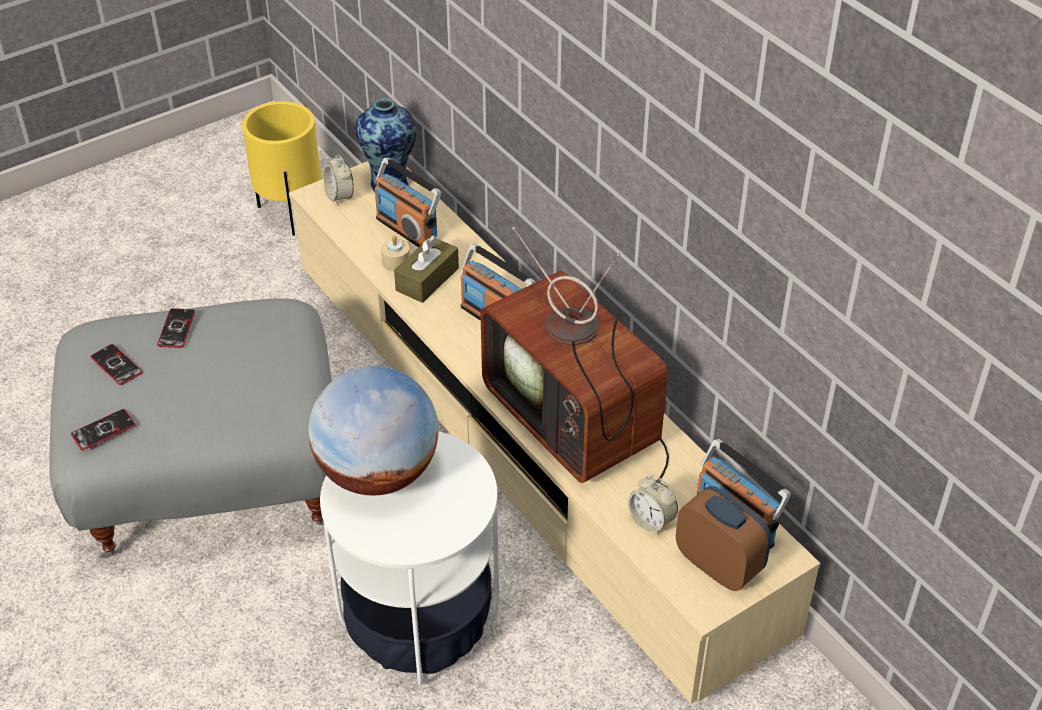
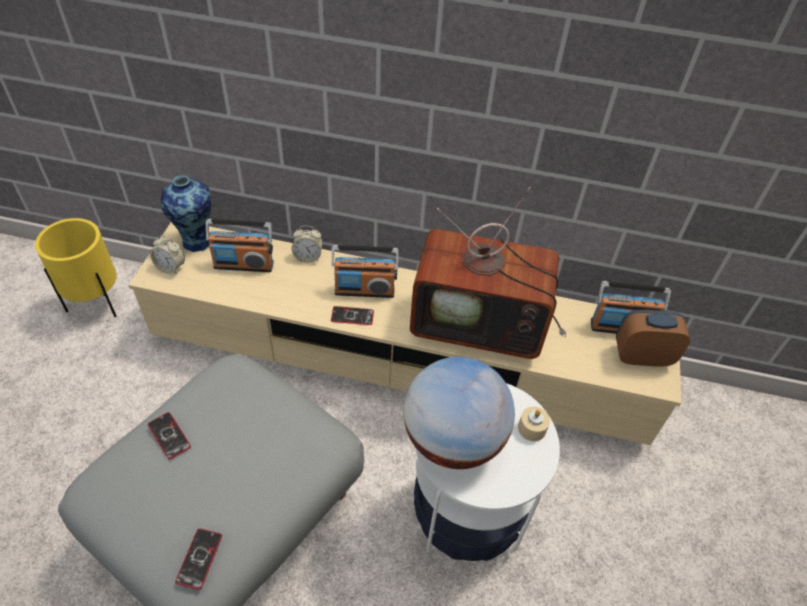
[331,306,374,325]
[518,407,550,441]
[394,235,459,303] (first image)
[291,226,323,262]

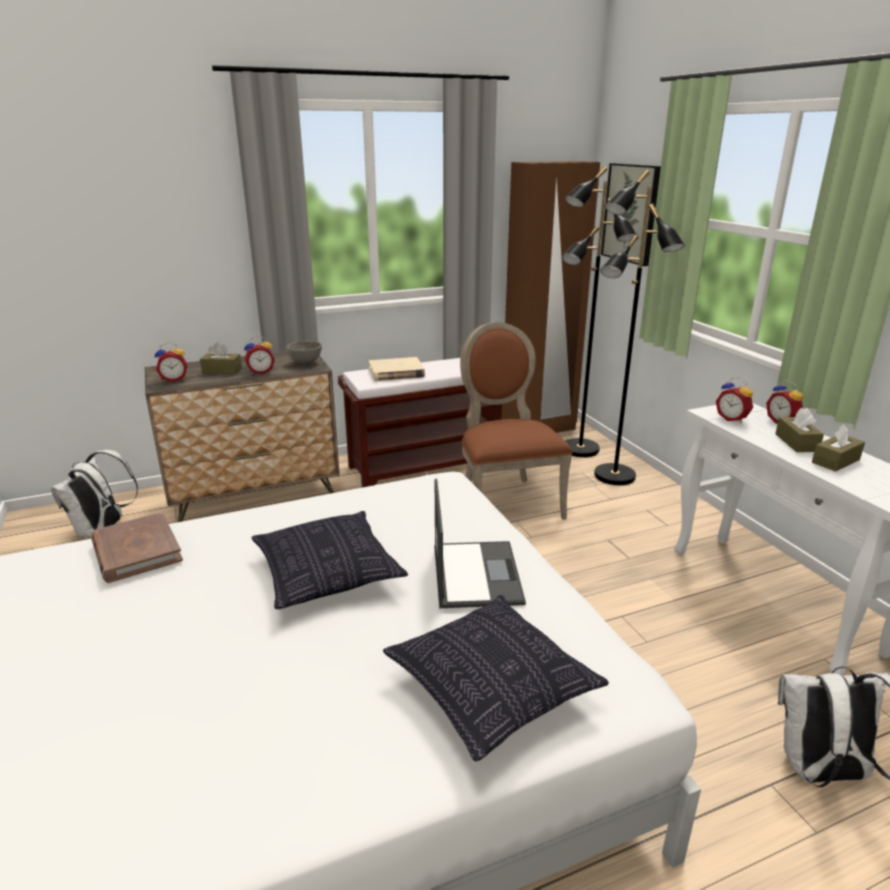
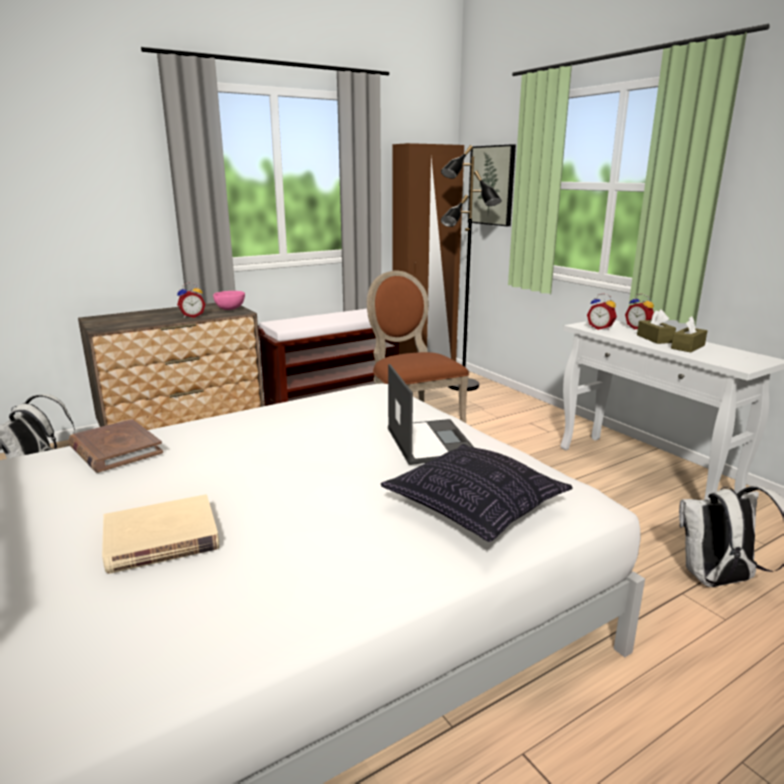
[155,343,187,382] (first image)
[200,342,242,374] (first image)
[252,511,408,609] (first image)
[213,291,245,310]
[102,494,220,574]
[594,169,685,485] (first image)

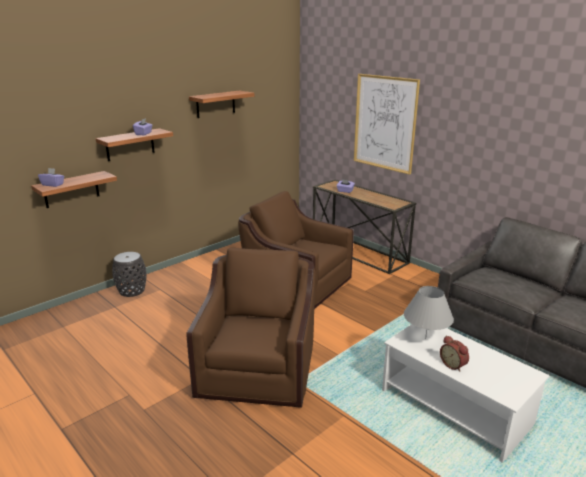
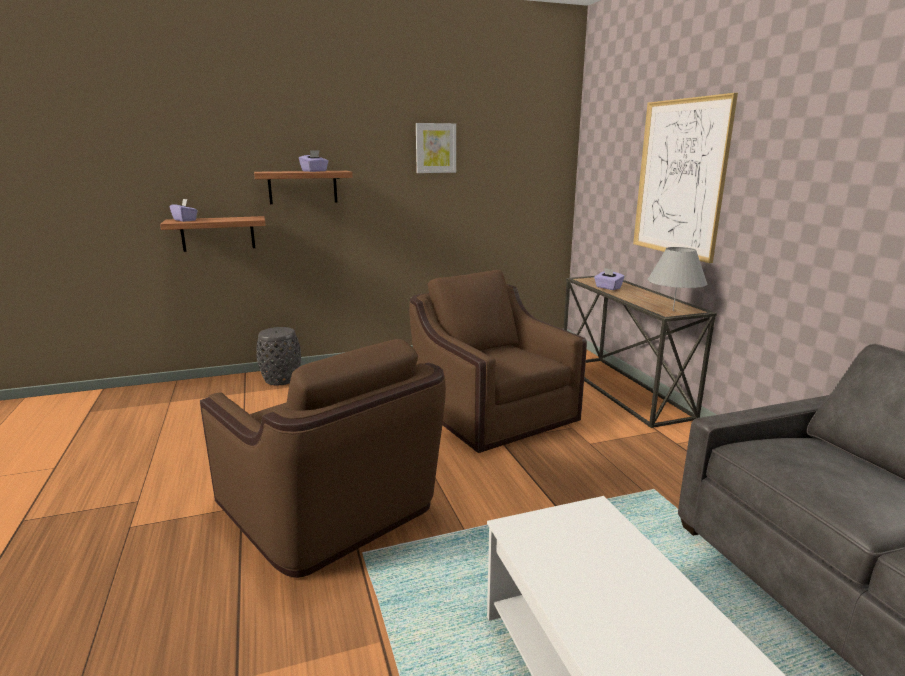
[200,339,446,578]
[416,123,456,173]
[648,247,707,311]
[440,335,469,372] (first image)

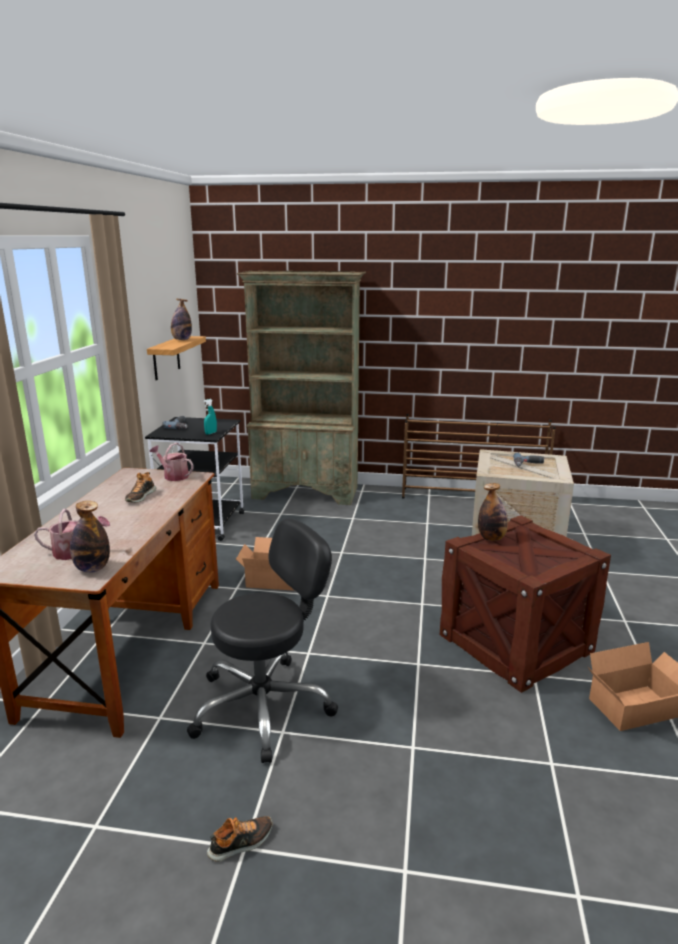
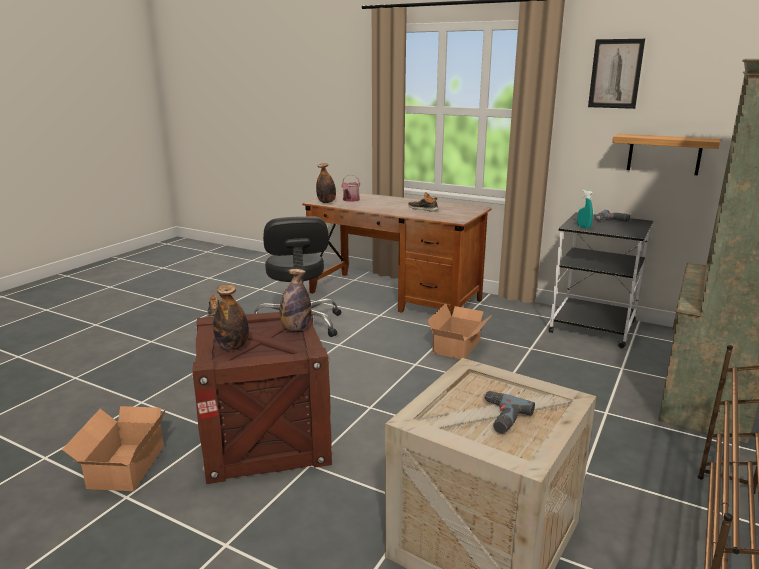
[150,443,193,481] (first image)
[213,284,249,350]
[588,39,645,109]

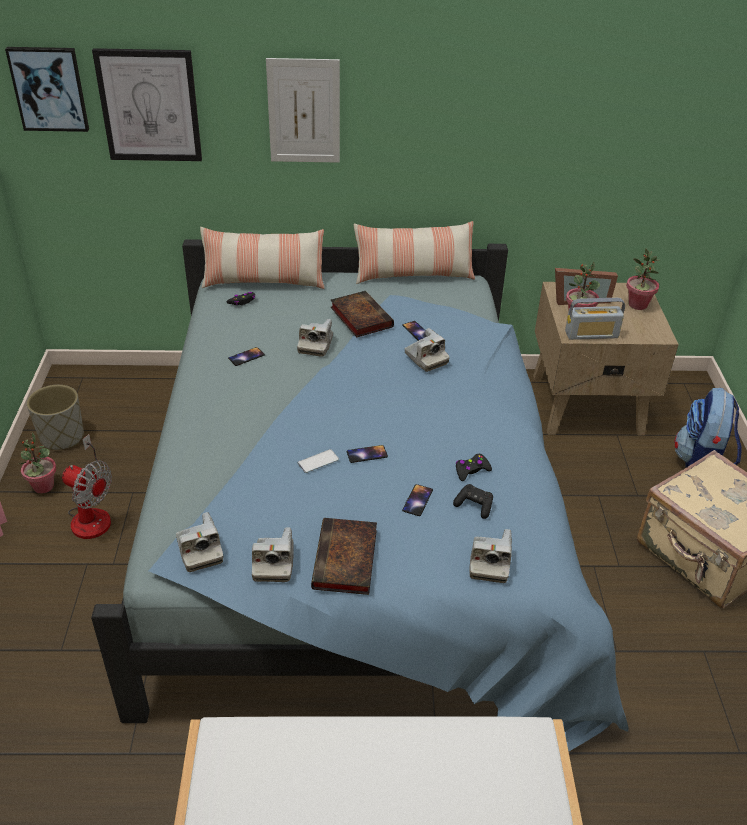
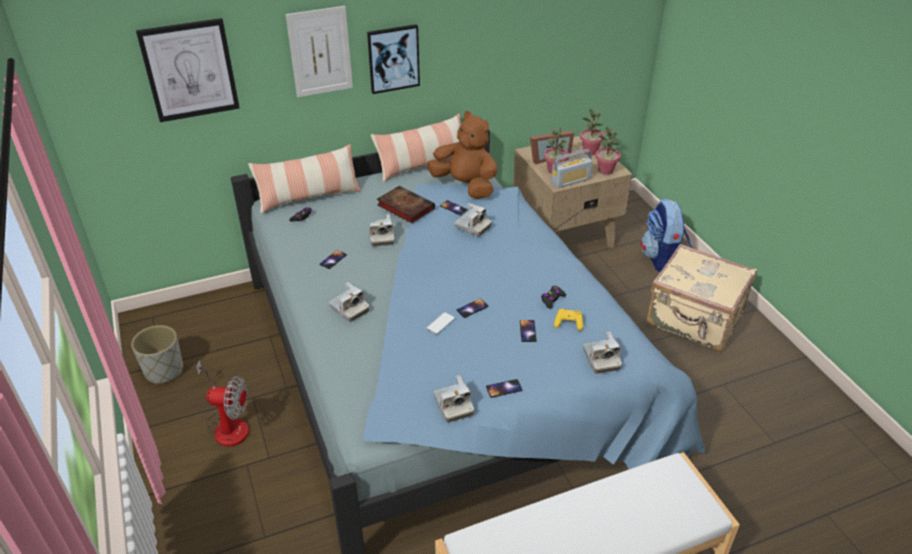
[367,24,420,94]
[595,126,621,175]
[329,282,369,322]
[486,379,522,398]
[554,309,583,331]
[427,111,498,199]

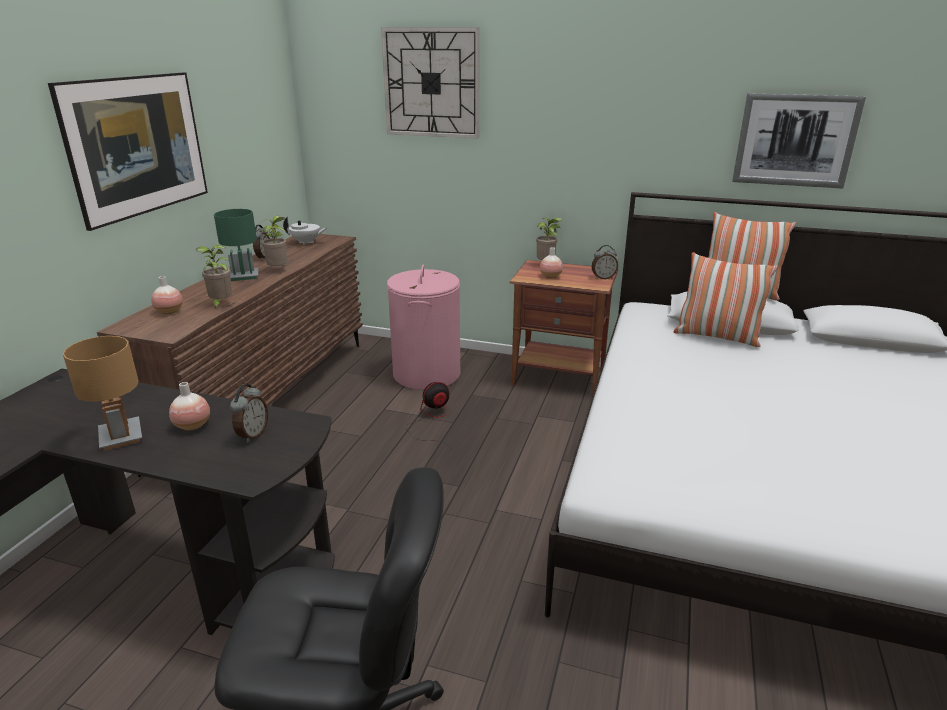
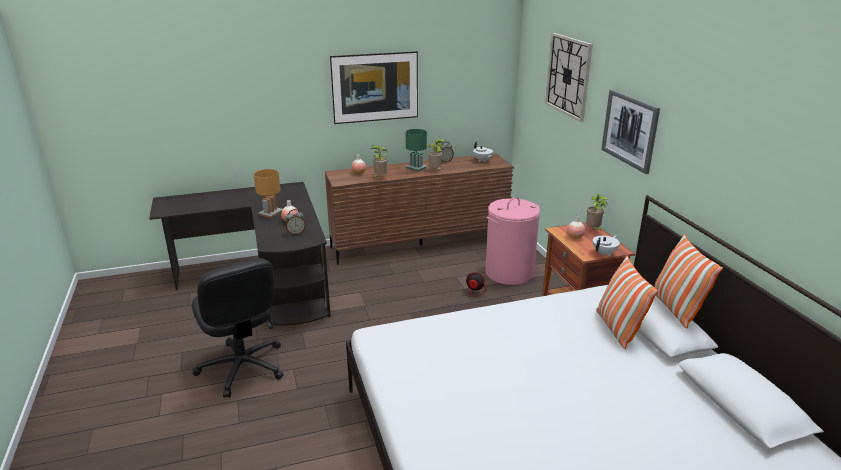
[593,235,620,256]
[601,89,660,174]

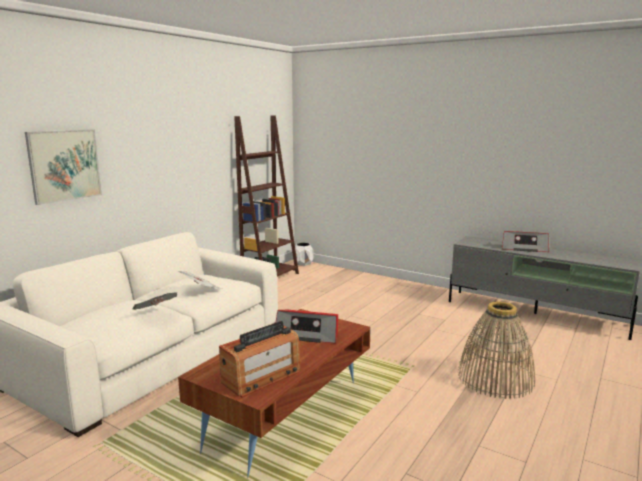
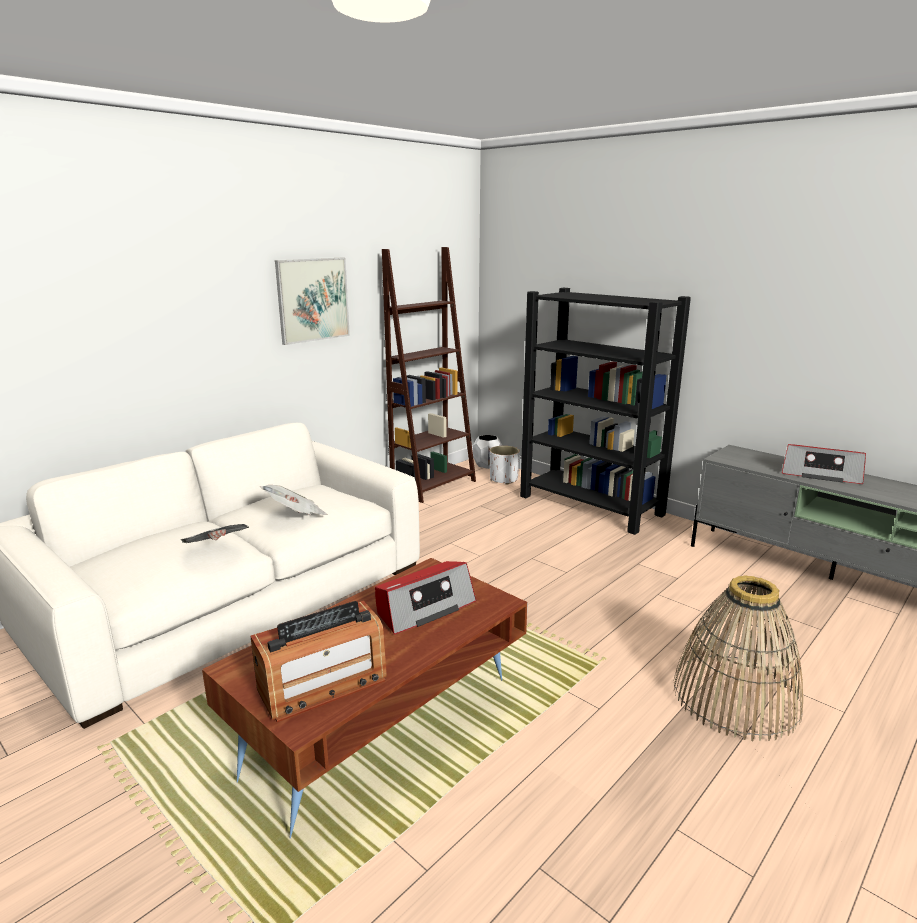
[275,258,350,345]
[375,561,476,634]
[490,446,520,485]
[520,288,691,535]

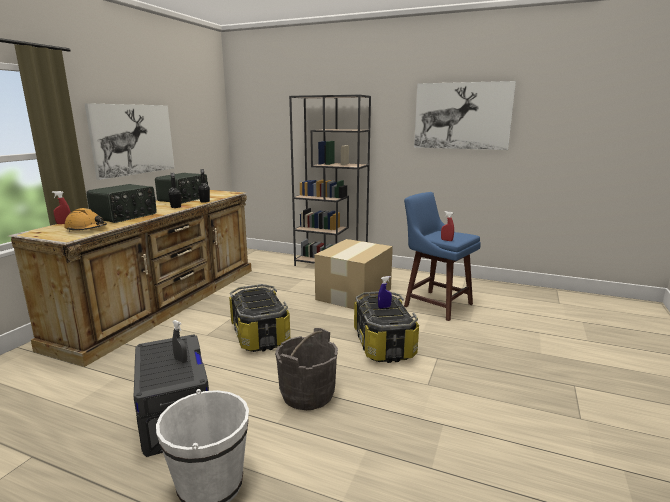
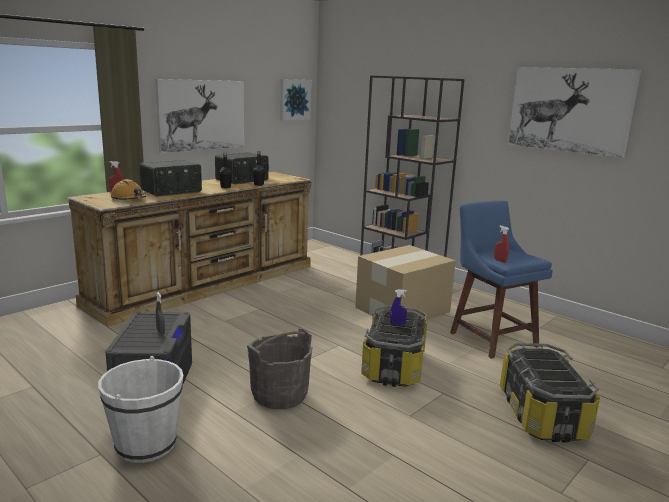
[500,343,600,442]
[280,79,312,120]

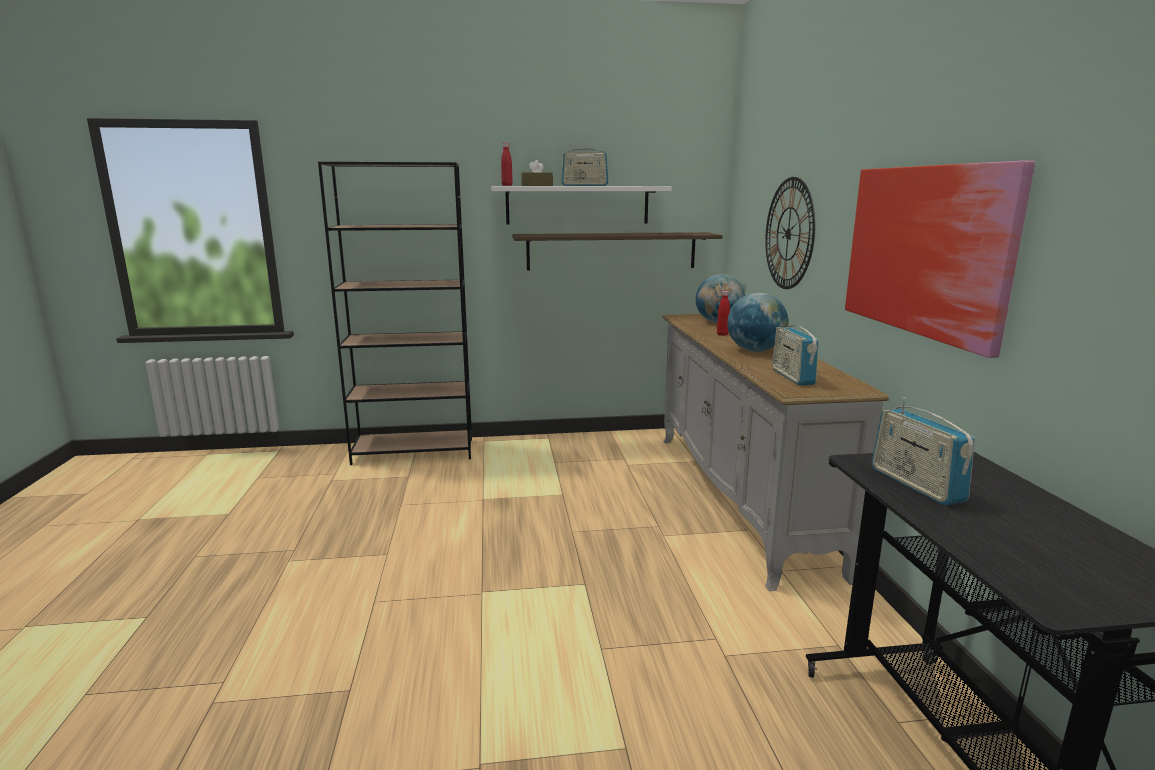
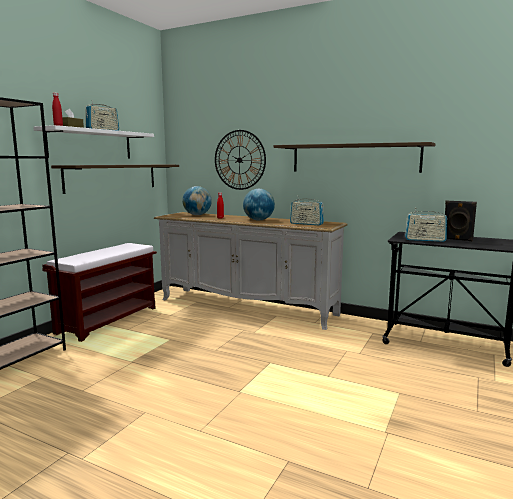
[273,142,435,173]
[42,243,157,342]
[445,201,477,241]

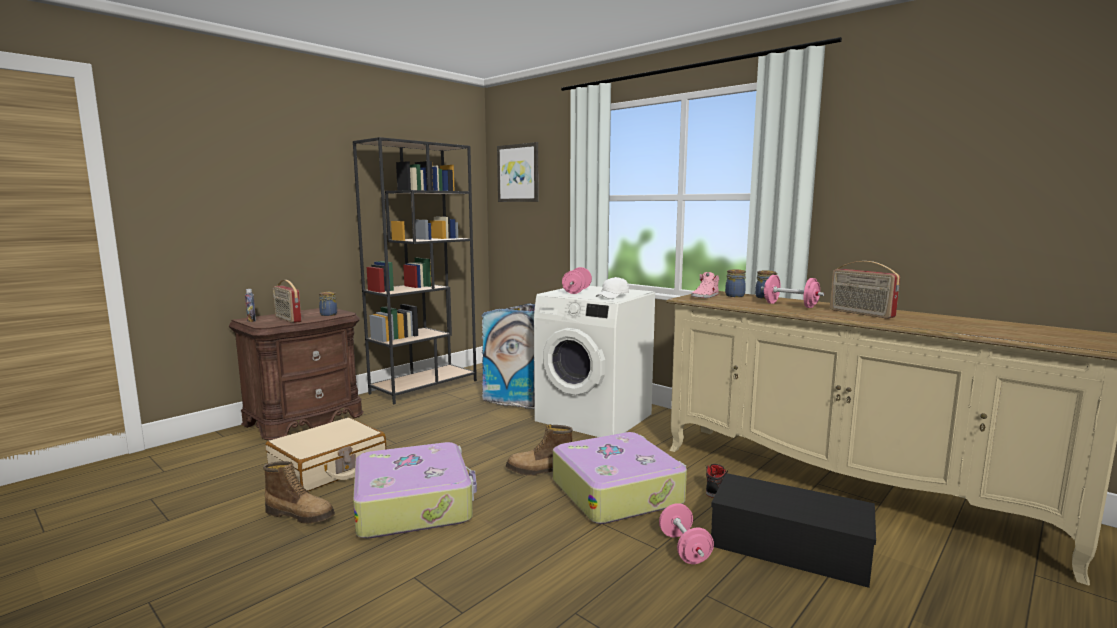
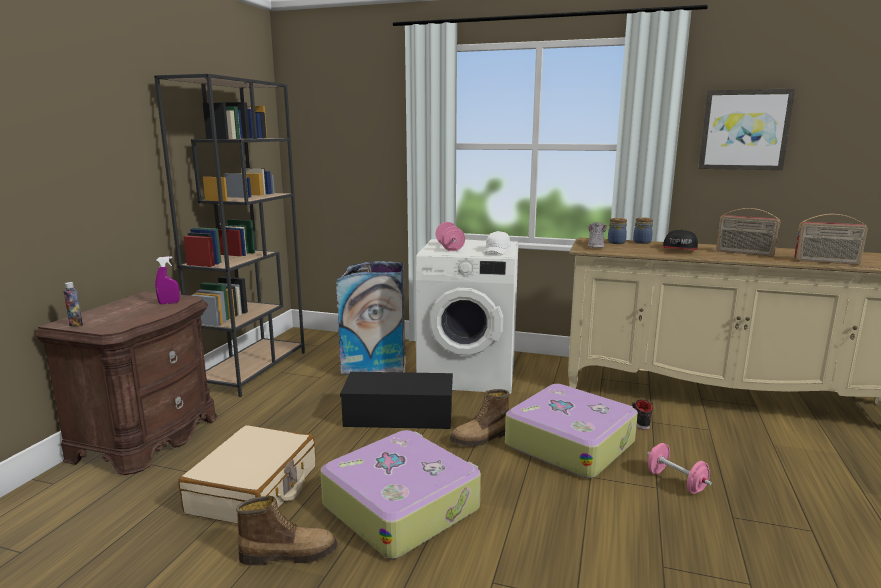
[794,214,868,265]
[155,256,180,304]
[698,89,795,170]
[588,222,607,248]
[340,372,453,429]
[663,229,698,250]

